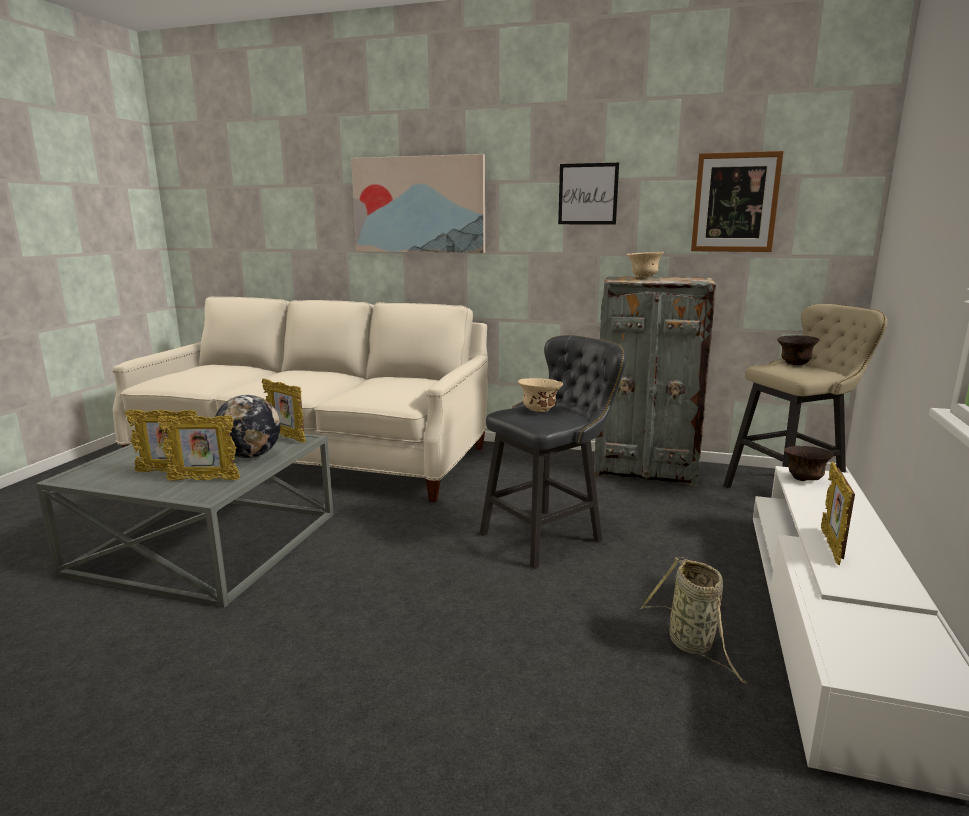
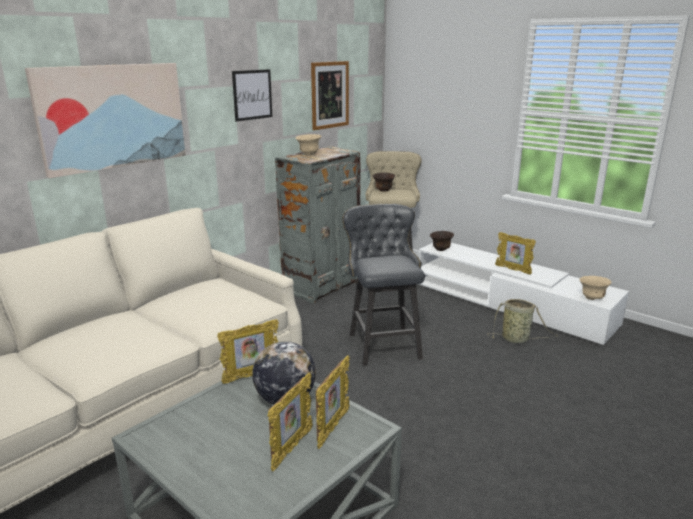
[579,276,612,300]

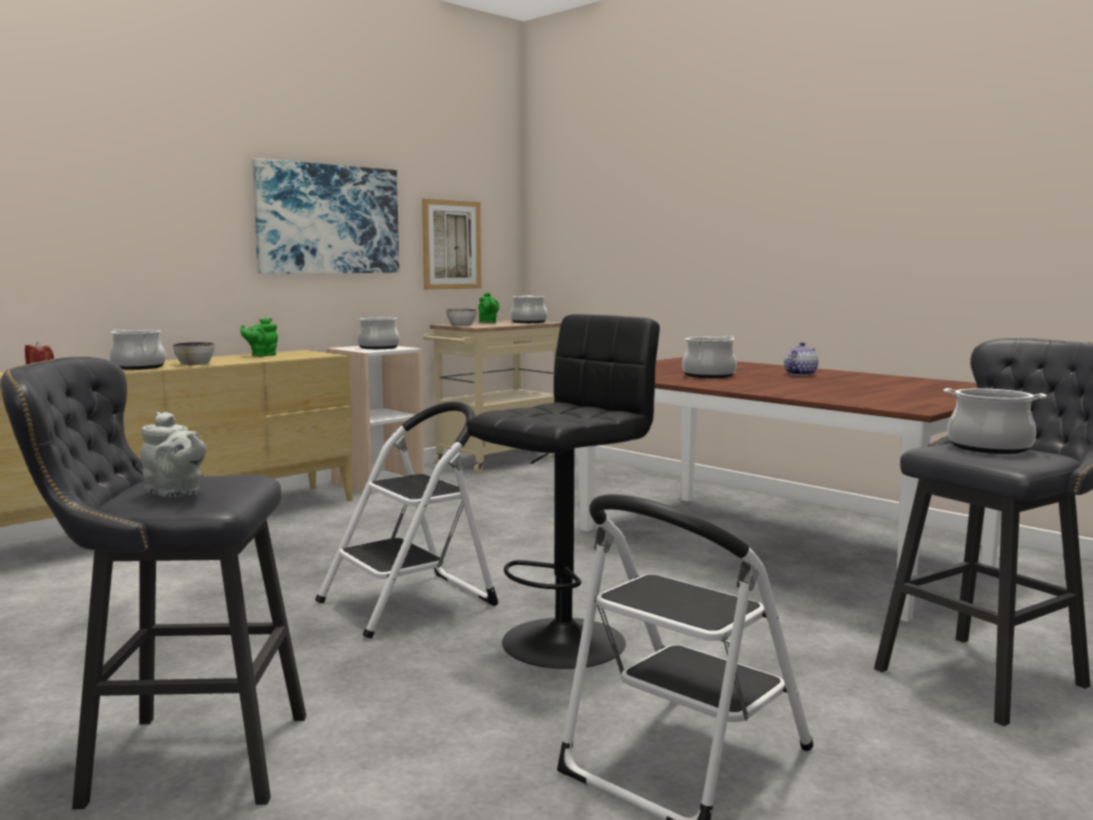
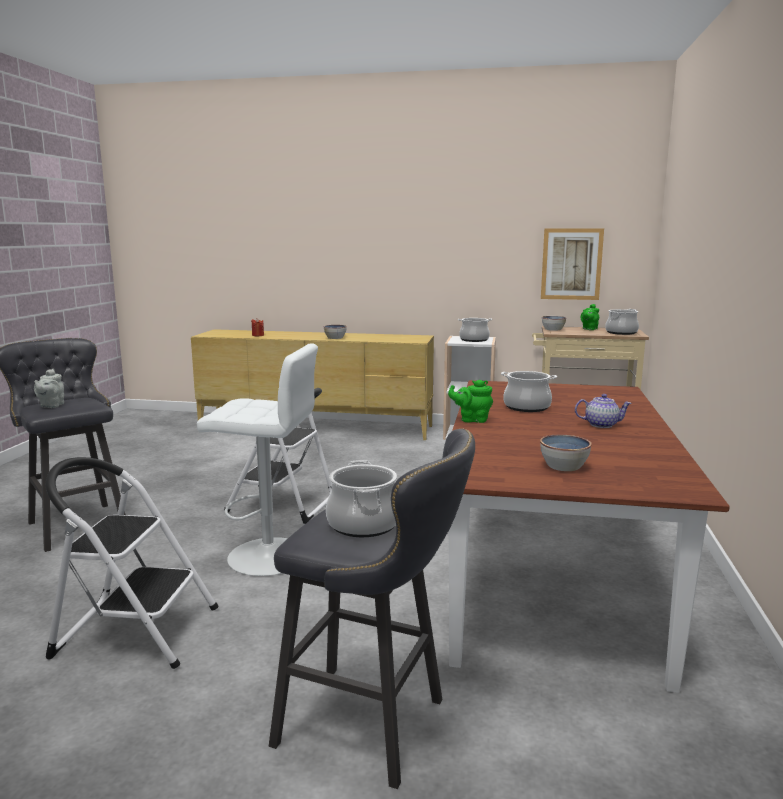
[109,329,166,370] (first image)
[448,380,493,423]
[252,158,399,274] (first image)
[197,343,318,576]
[540,435,592,471]

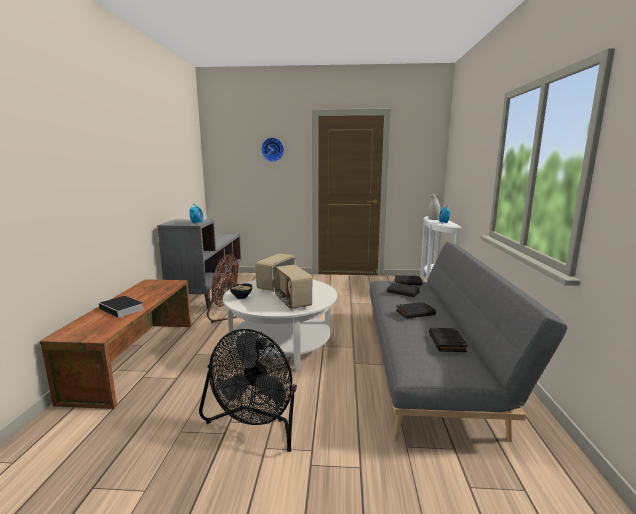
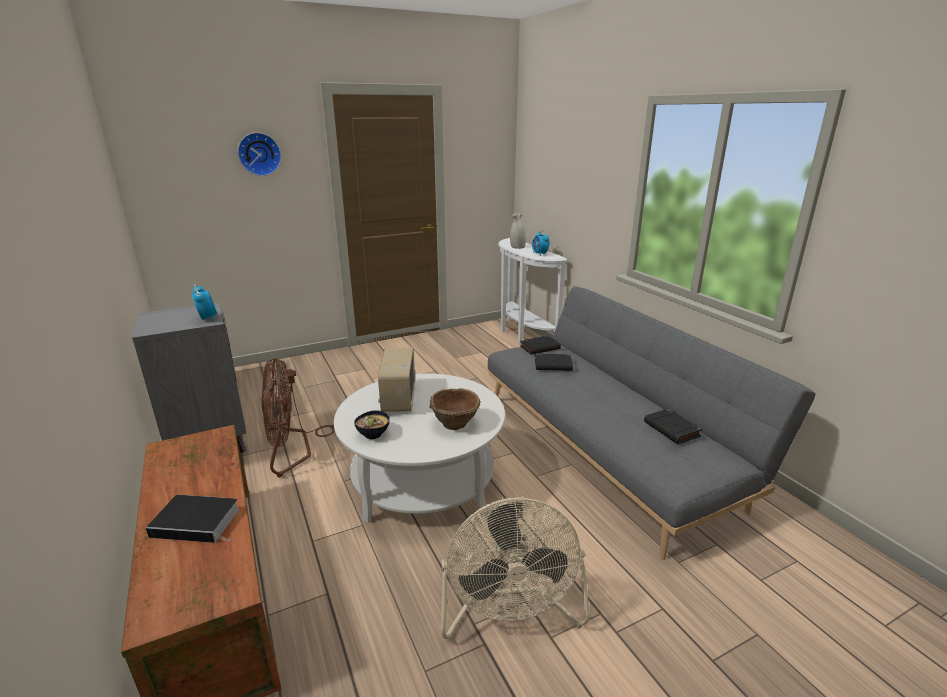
[440,496,590,642]
[430,388,481,430]
[396,302,436,319] (first image)

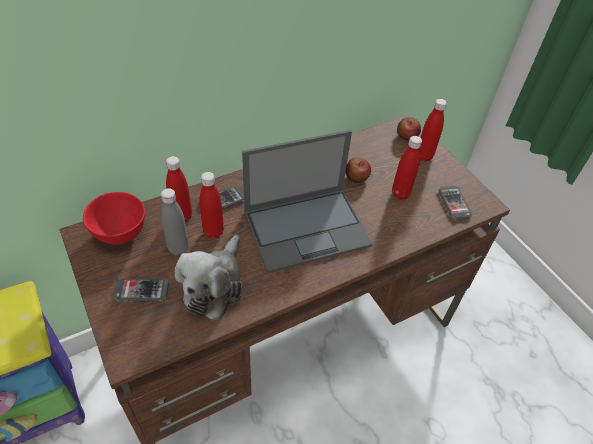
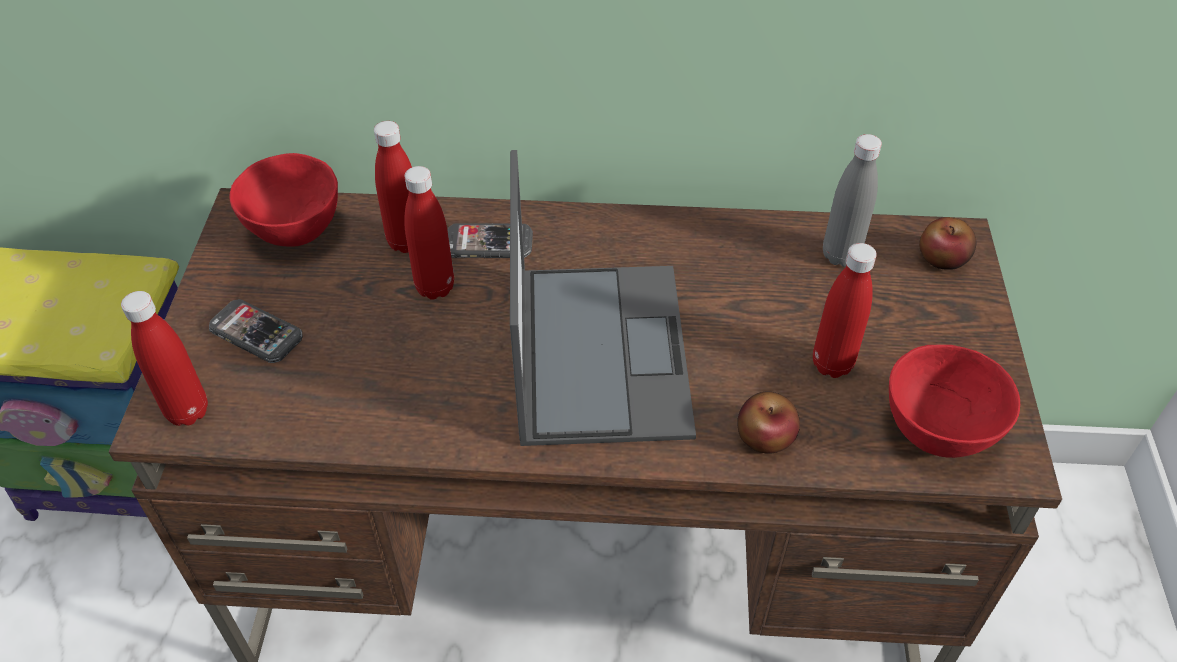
[823,134,882,267]
[175,235,242,320] (first image)
[510,150,696,446]
[737,392,800,454]
[121,291,208,426]
[889,345,1020,458]

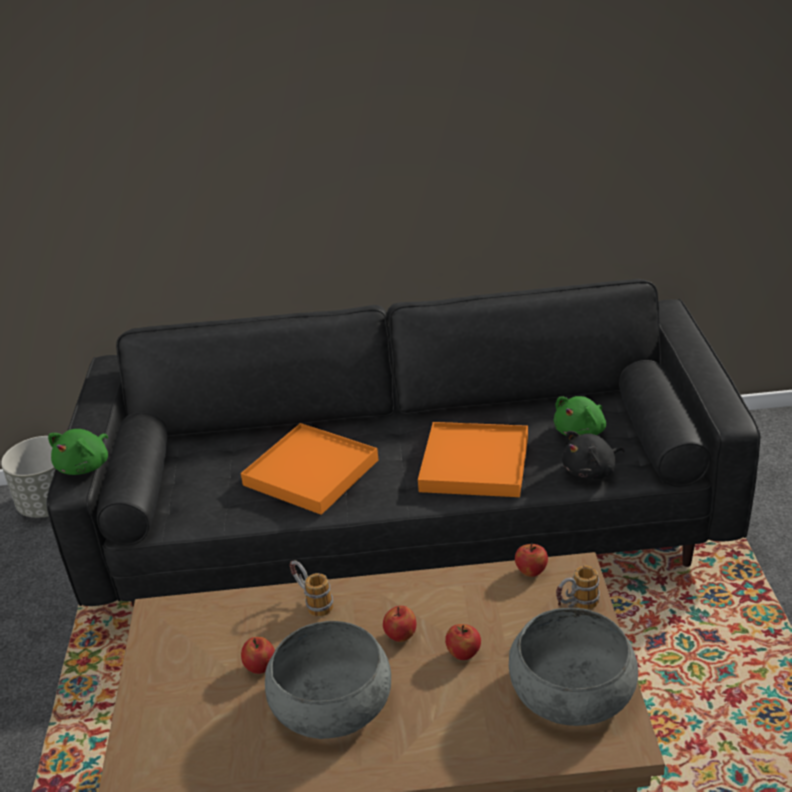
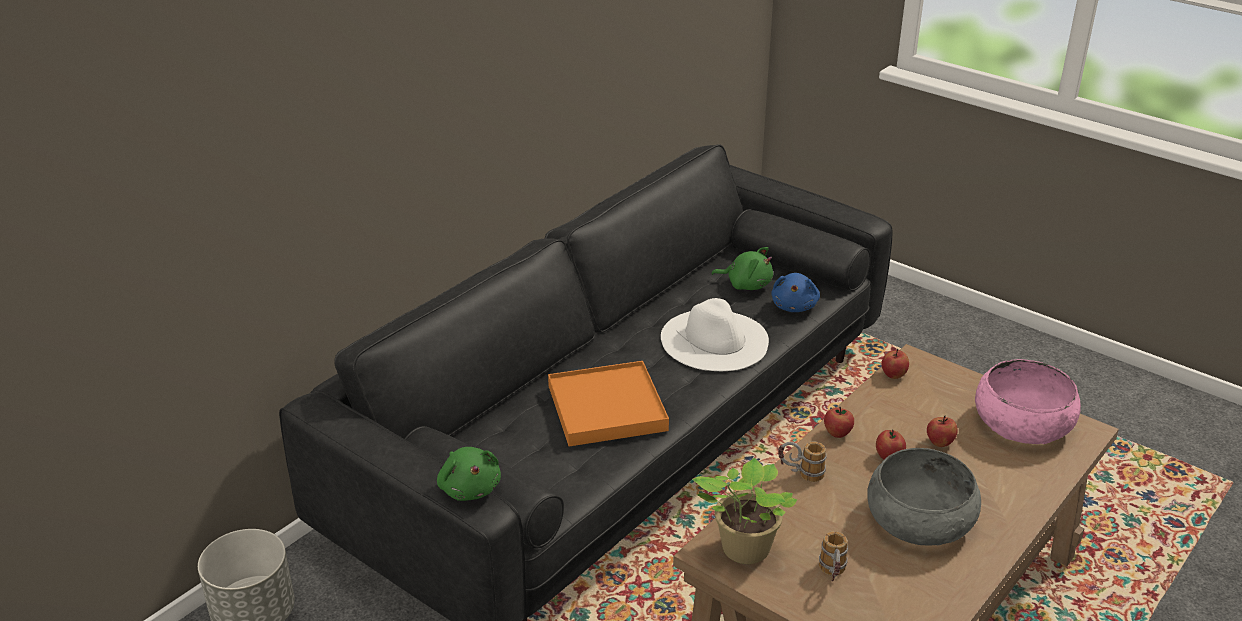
[824,407,854,438]
[661,298,769,371]
[975,359,1081,444]
[711,247,773,290]
[819,532,848,581]
[771,273,820,312]
[692,458,797,564]

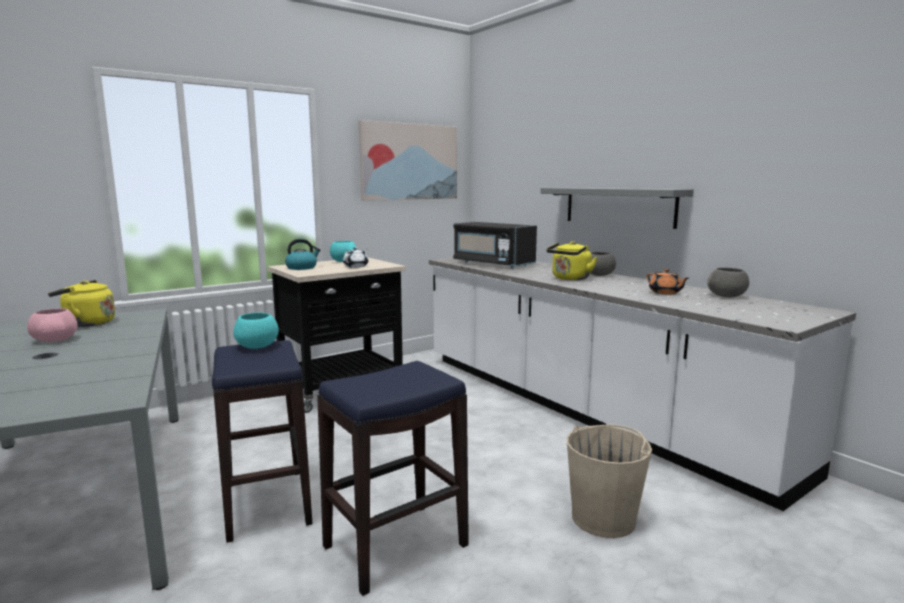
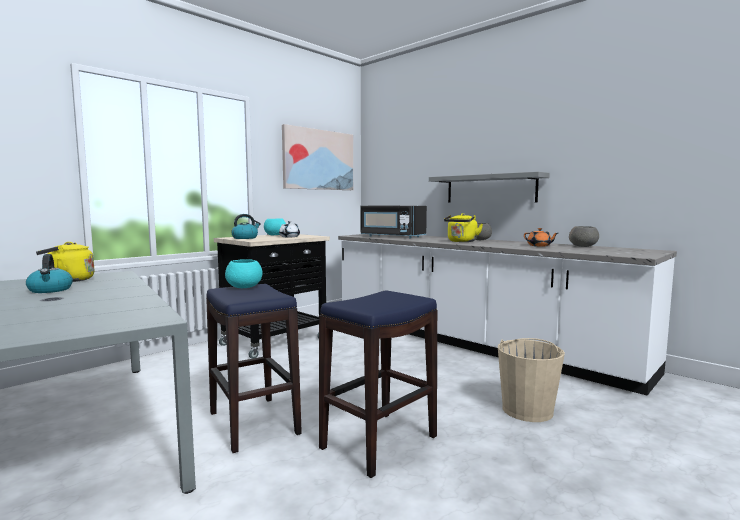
[26,254,73,293]

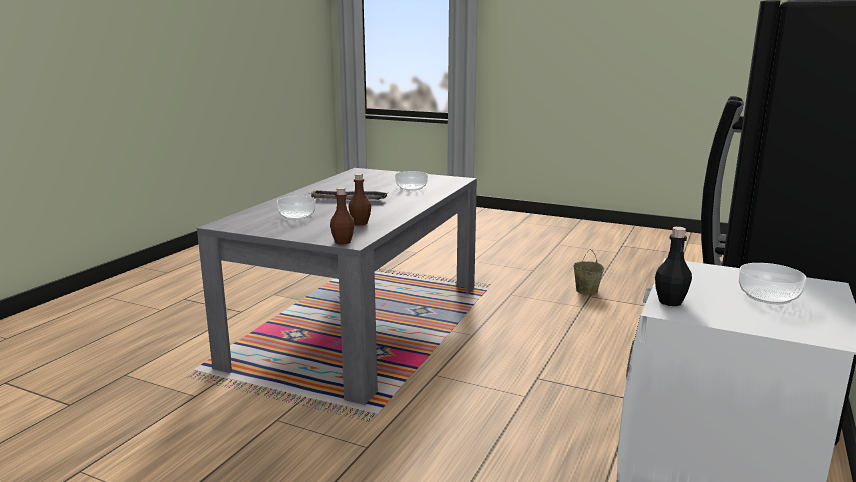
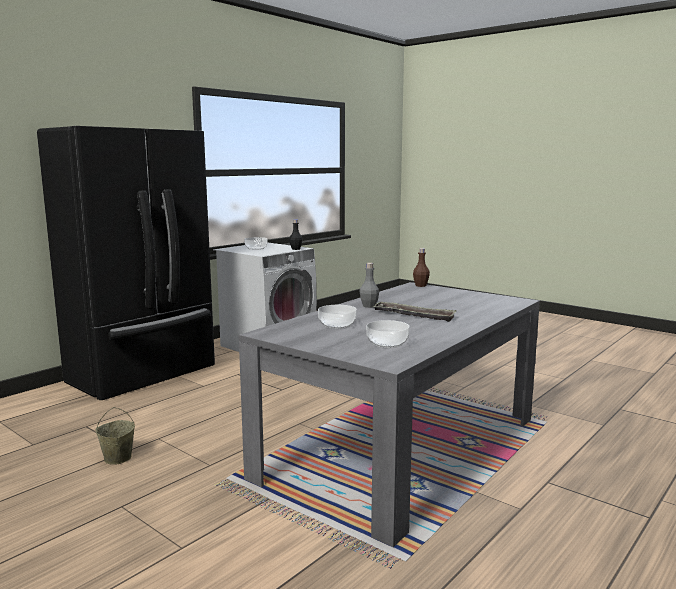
[366,320,410,348]
[348,173,371,226] (first image)
[359,263,379,308]

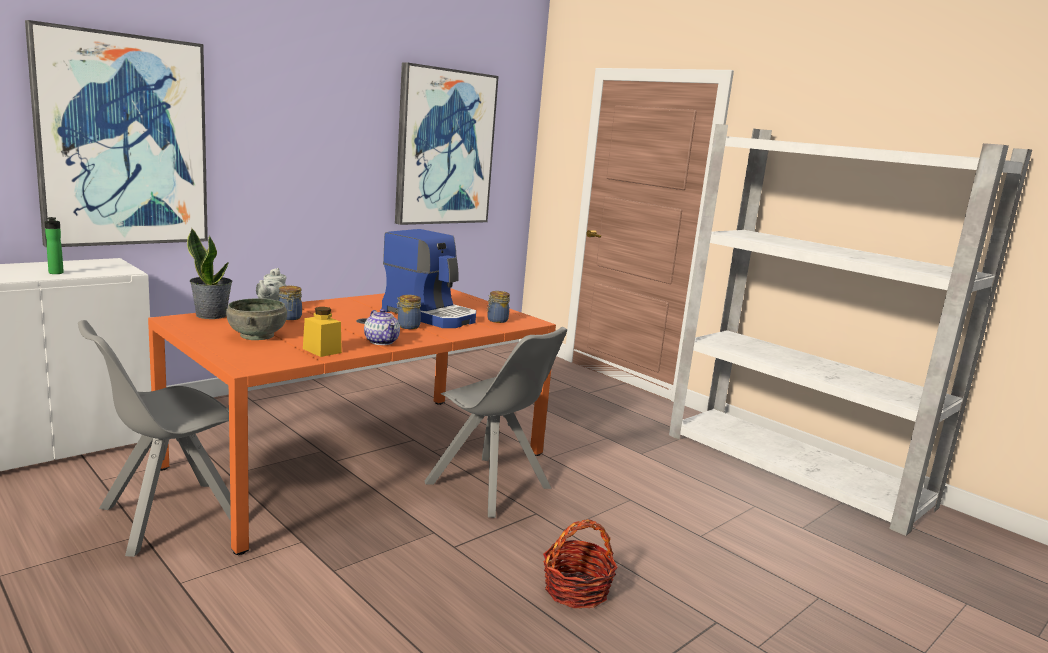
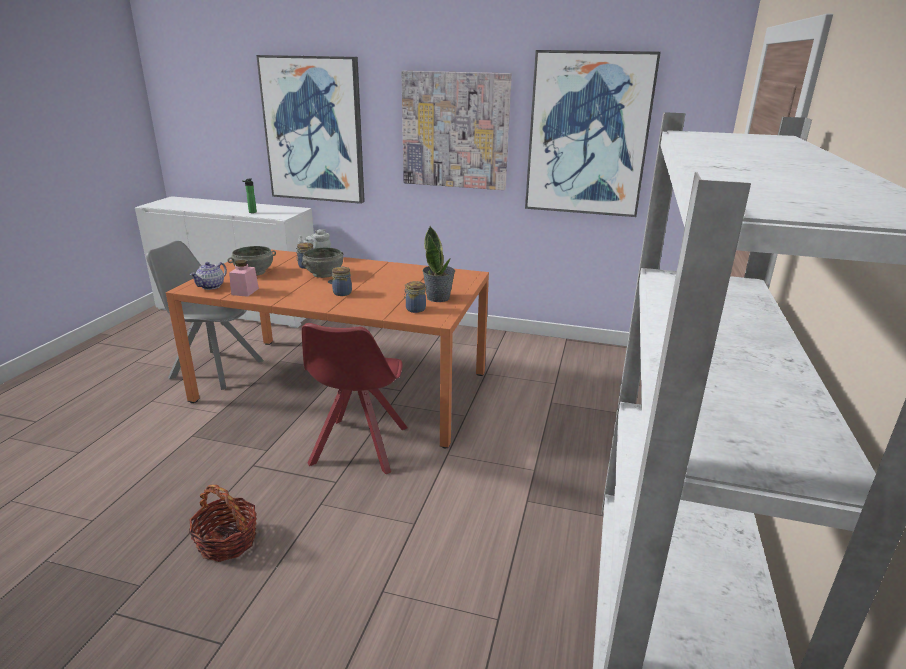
[422,226,455,302]
[229,260,259,297]
[190,262,227,290]
[382,229,476,328] (first image)
[302,323,408,475]
[301,248,343,278]
[401,71,512,190]

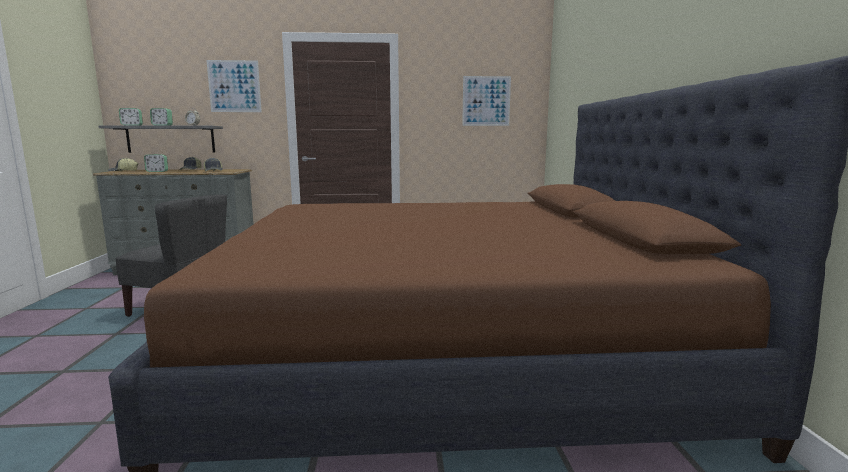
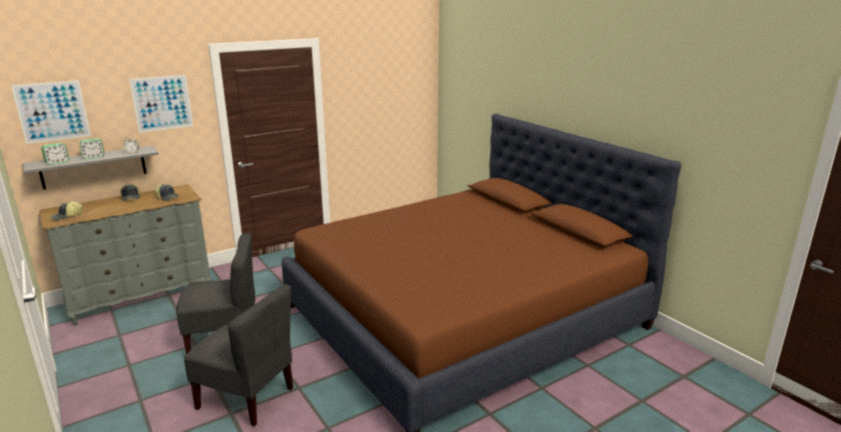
[144,154,168,172] (first image)
[11,80,91,144]
[184,284,293,426]

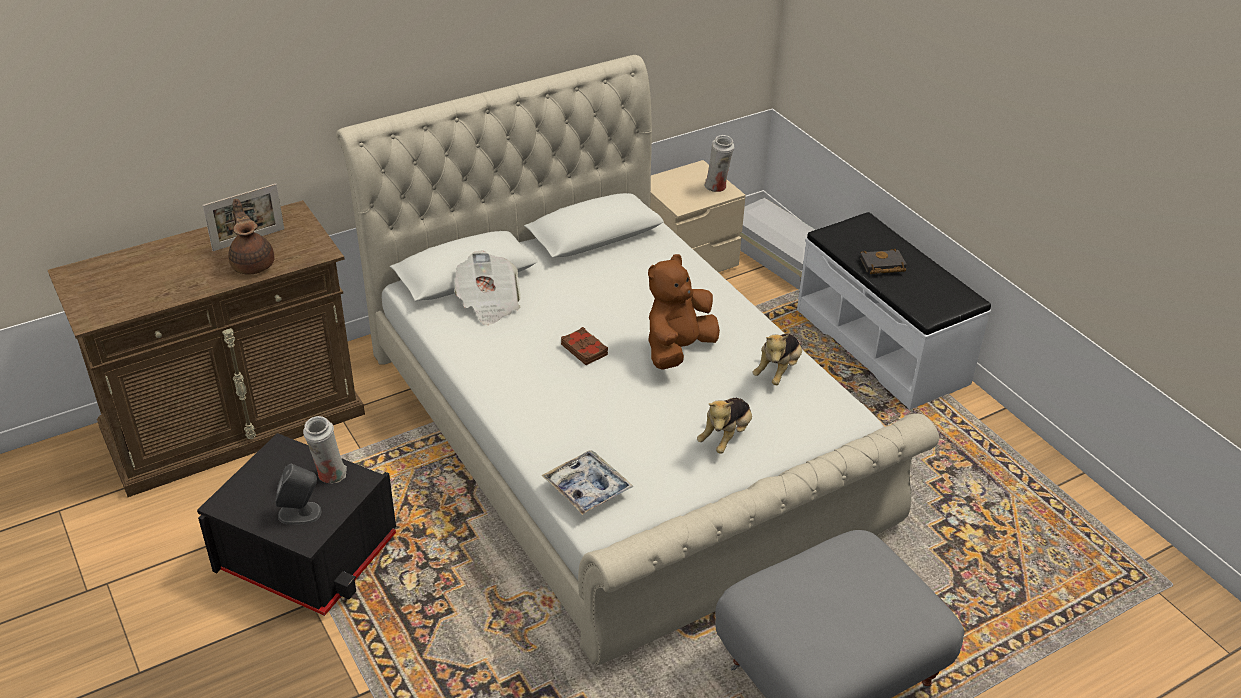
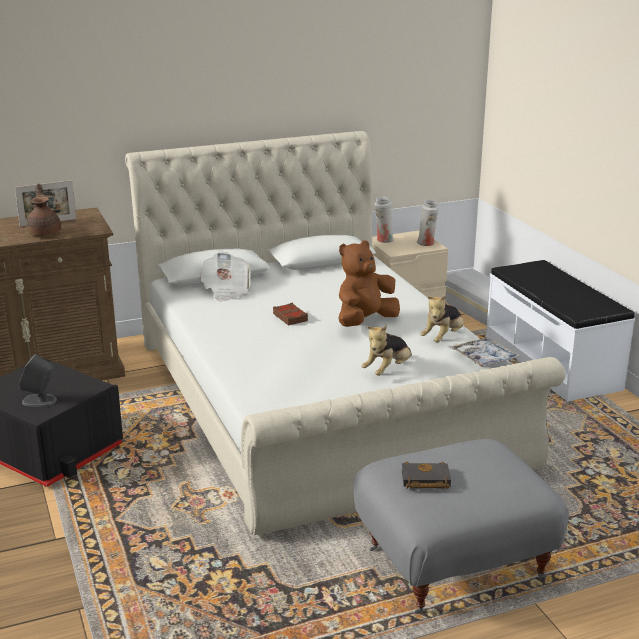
[374,197,394,243]
[450,337,521,367]
[402,462,451,489]

